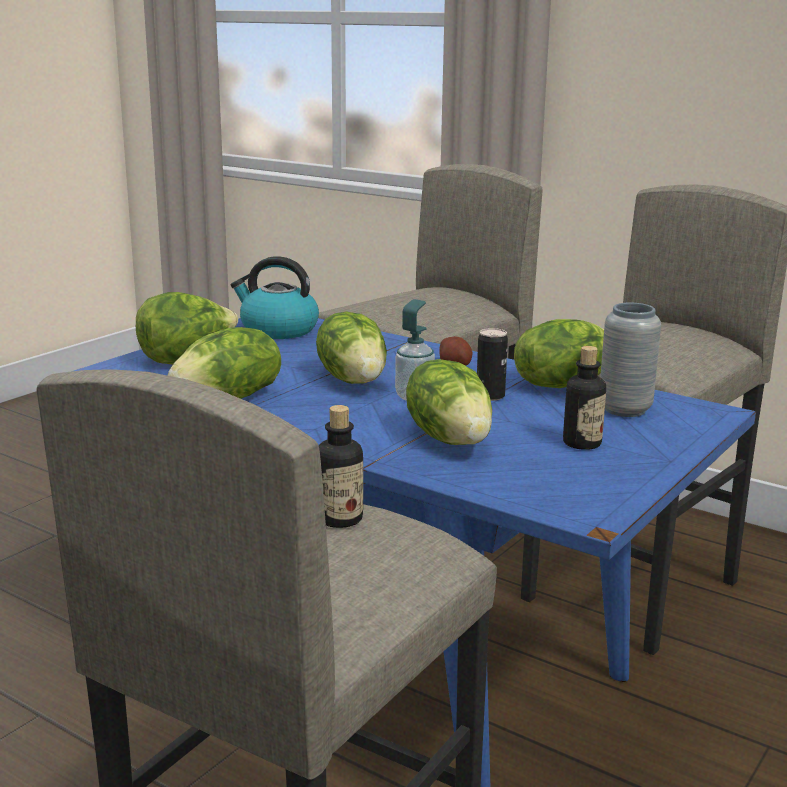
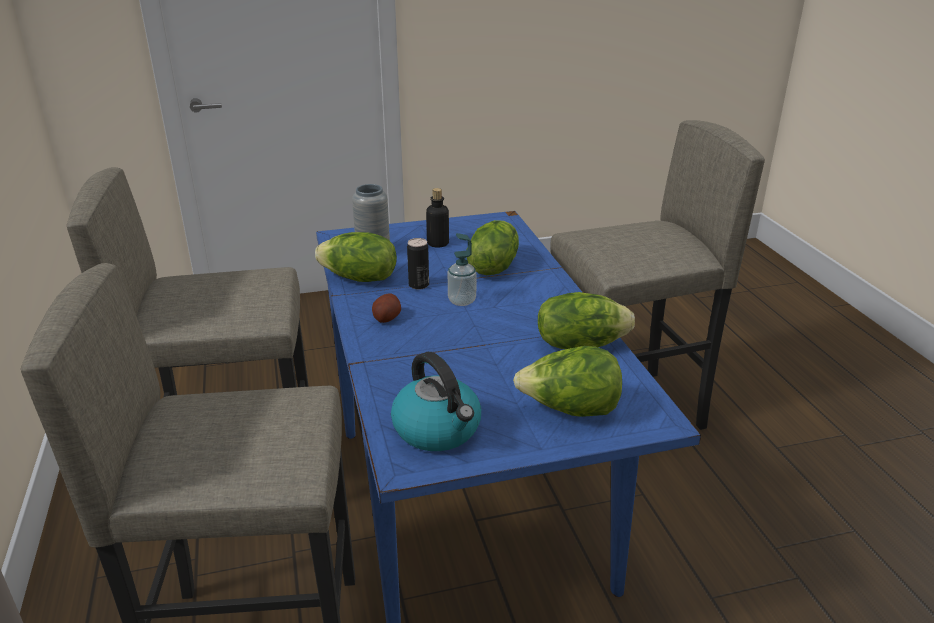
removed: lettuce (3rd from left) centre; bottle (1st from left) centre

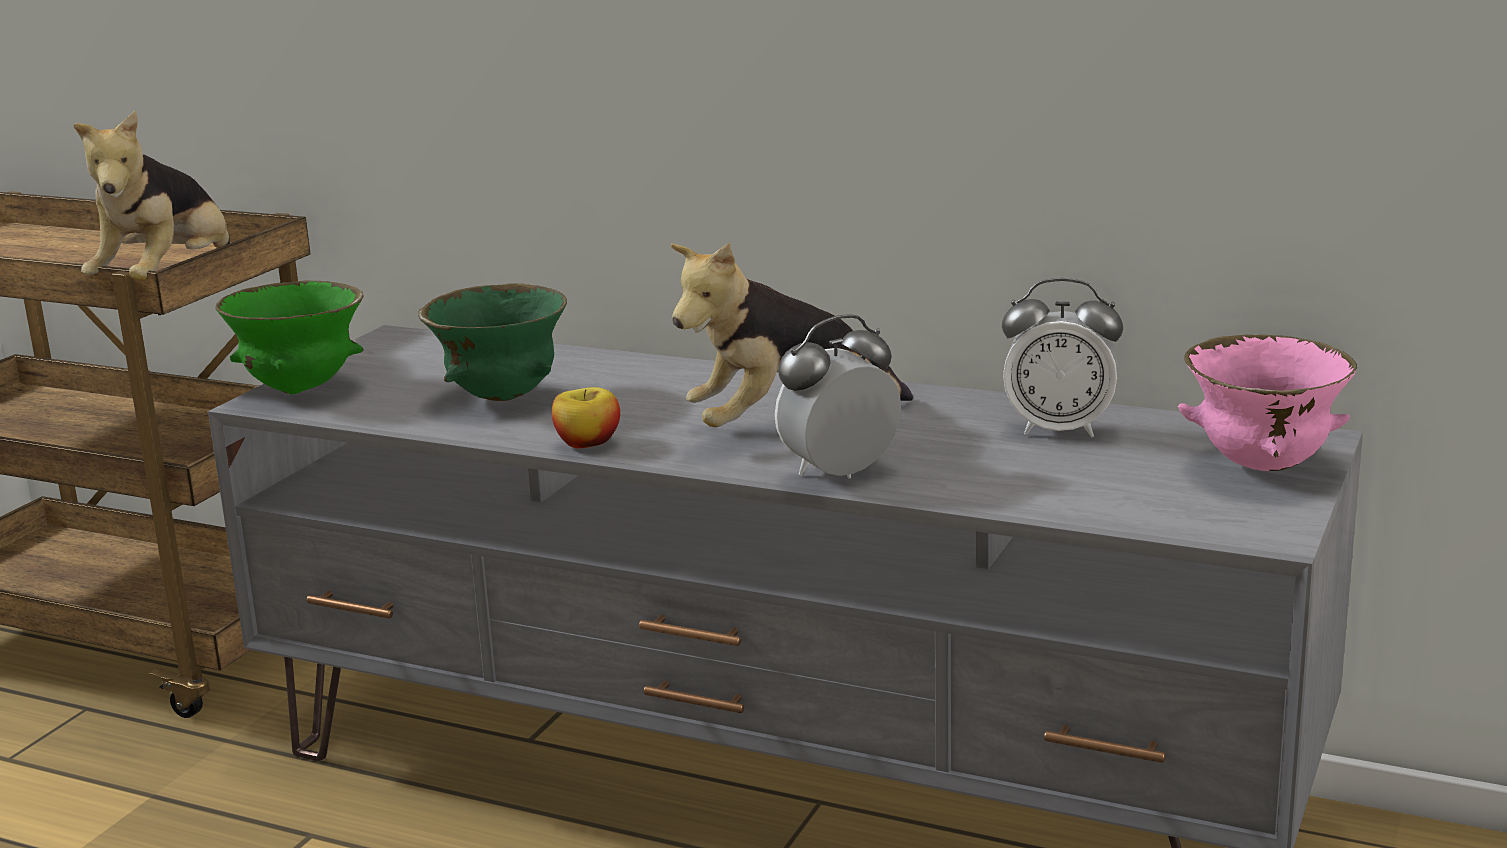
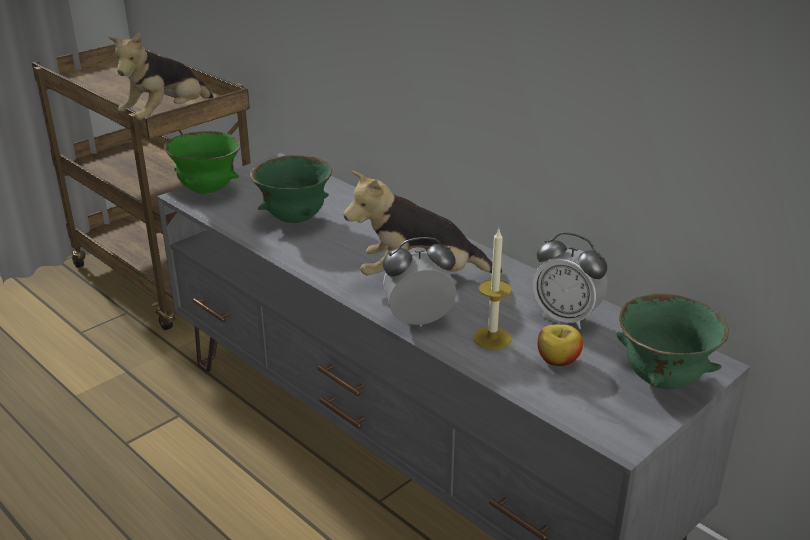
added: candle centre
moved: apple centre to middle right
recoloured: pink bowl middle right to green bowl (3rd from left) middle right

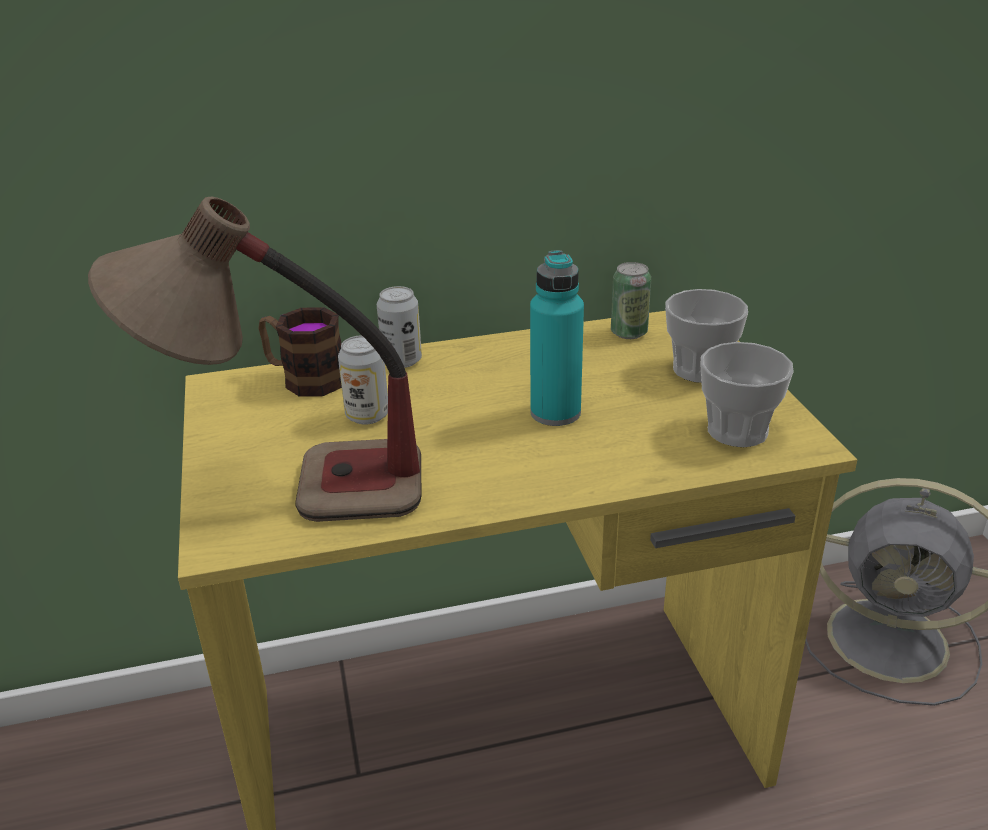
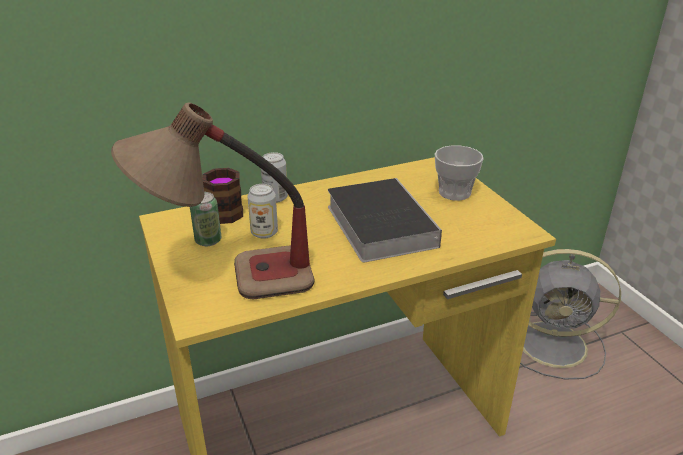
removed: cup (2nd from left) middle right
moved: can (3rd from left in the first image) centre to can (1st from left) middle left
replaced: turquoise bottle centre to book centre

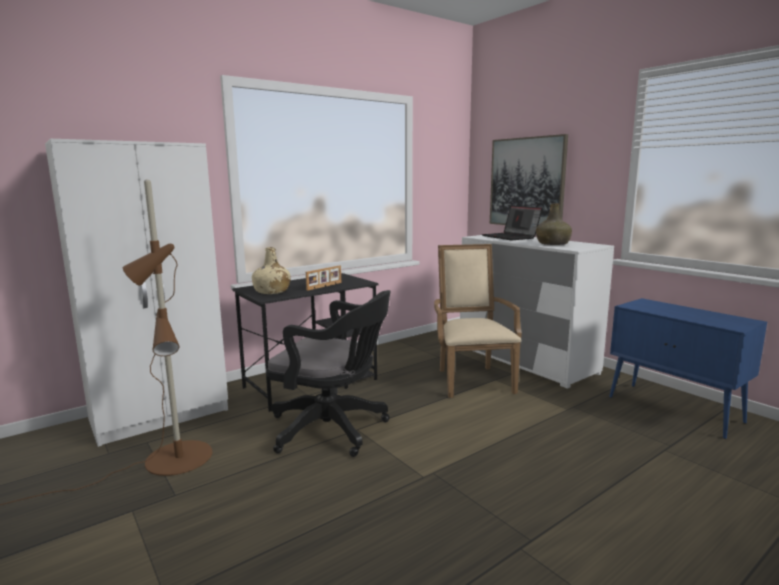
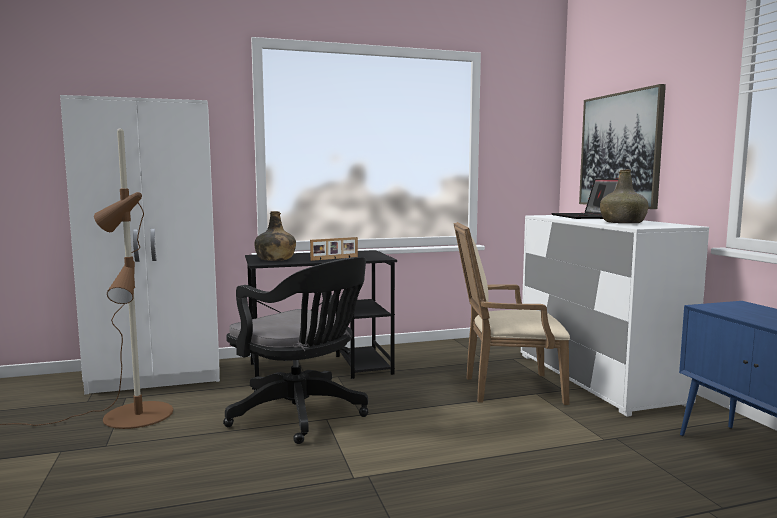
recoloured: beige bottle centre to green bottle (1st from left) centre
turned: beige armchair centre = centre 105 degrees counterclockwise

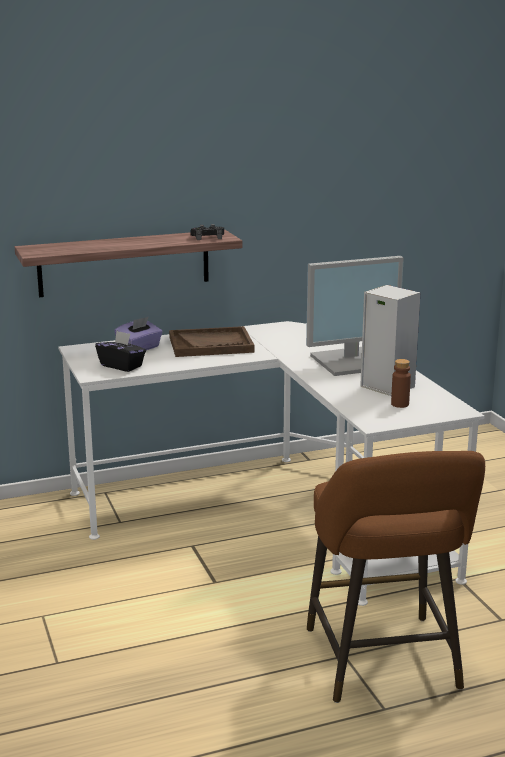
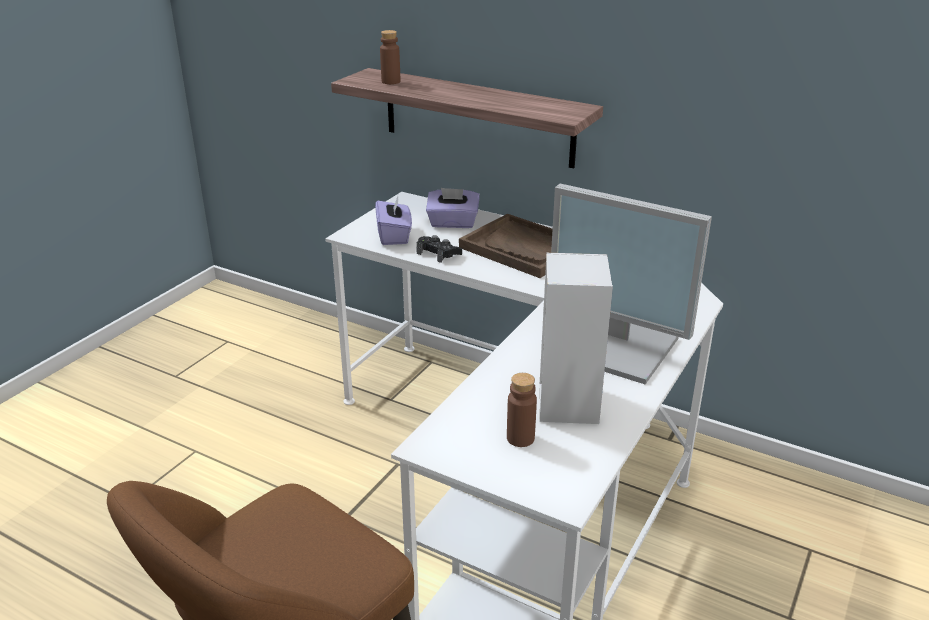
added: brown bottle (1st from left) top centre
moved: black game controller top centre to centre
recoloured: black tissue box middle left to purple tissue box (1st from left) centre

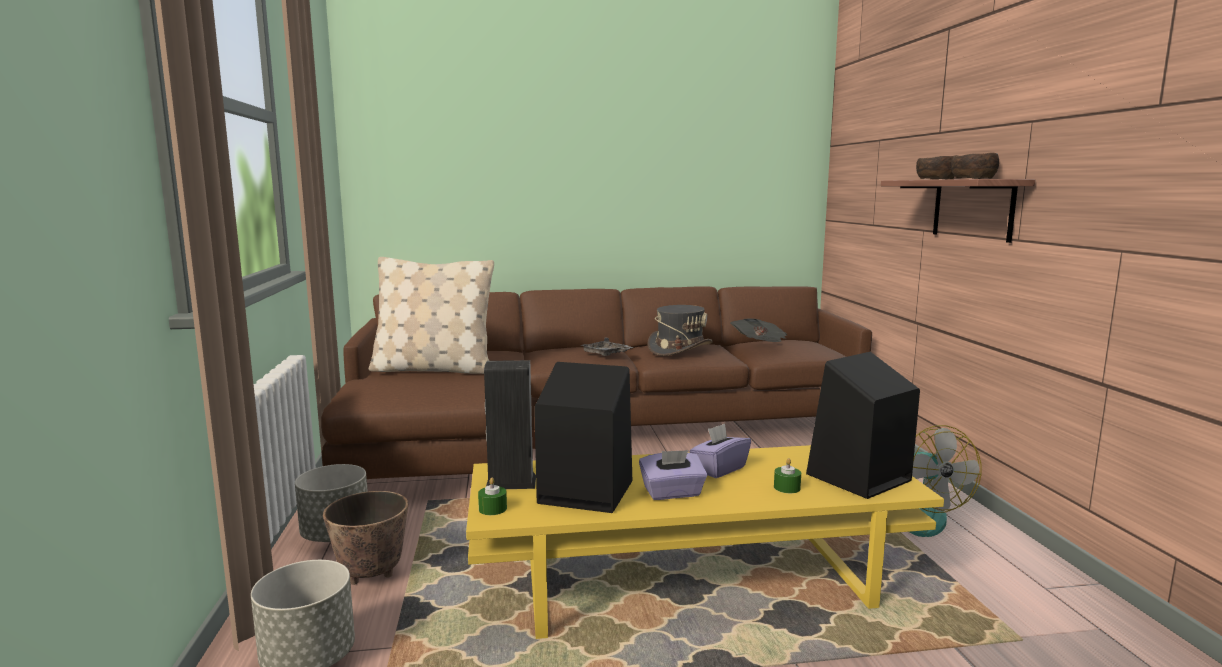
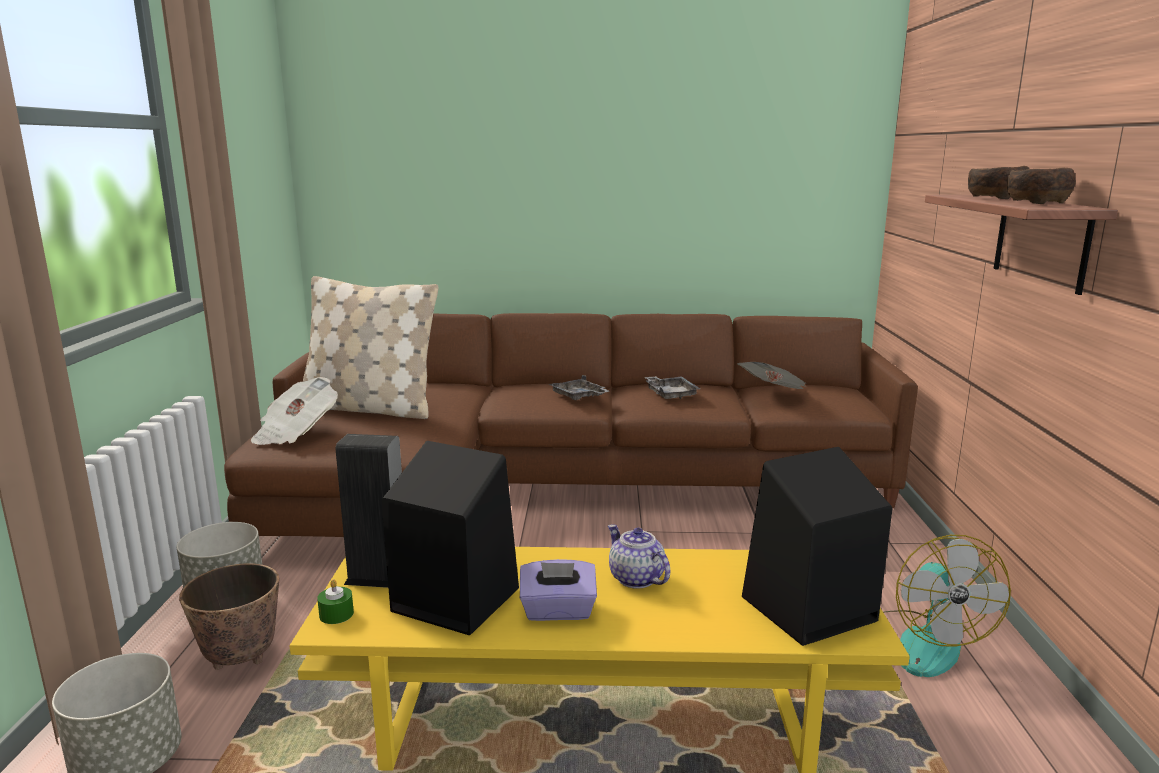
removed: green candle (2nd from left) bottom centre
added: newspaper (1st from left) middle left
replaced: grey hat centre to grey tray (2nd from left) centre; purple tissue box (2nd from left) bottom centre to teapot bottom centre

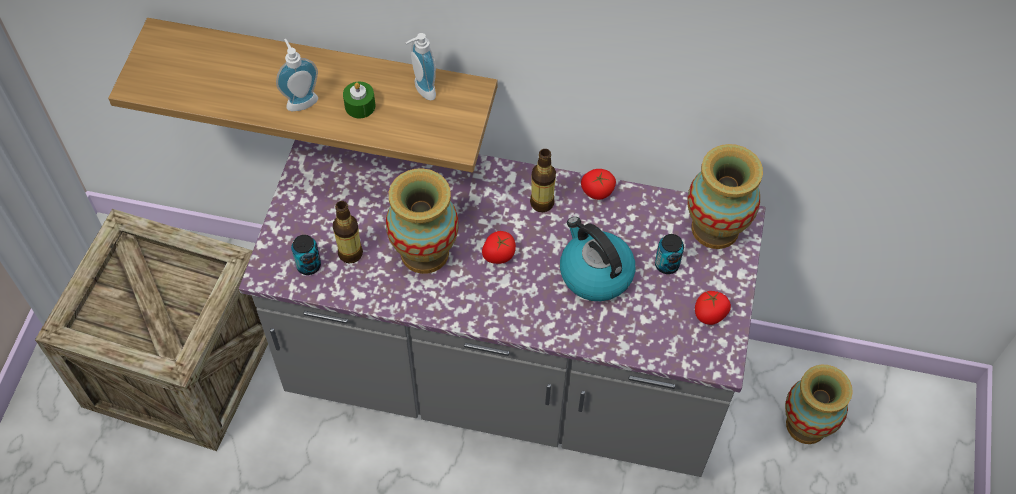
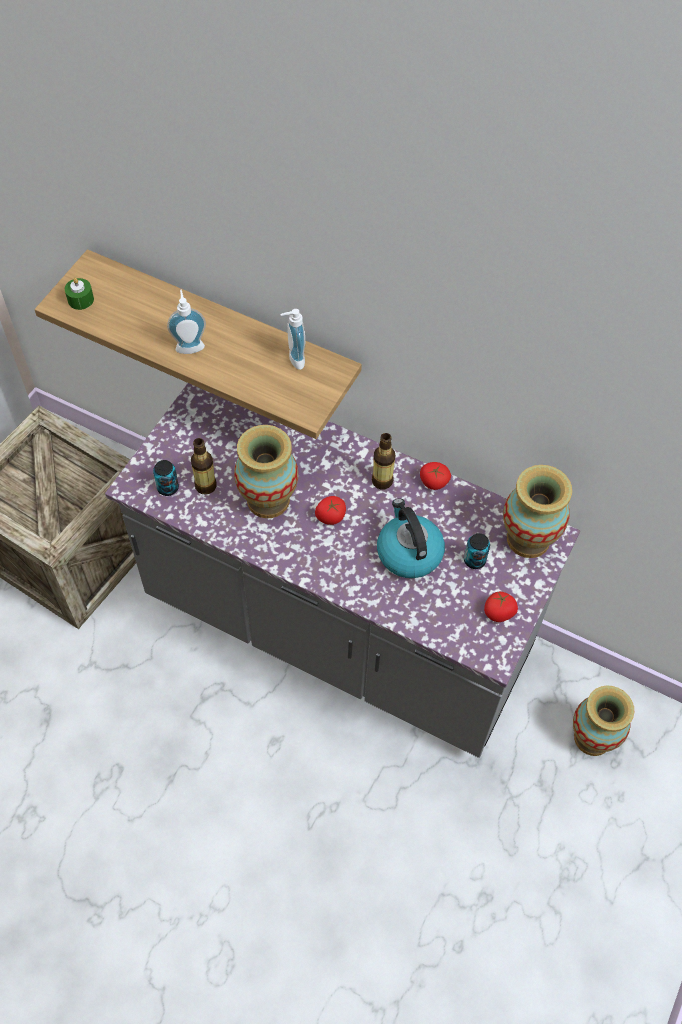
moved: green candle top centre to top left

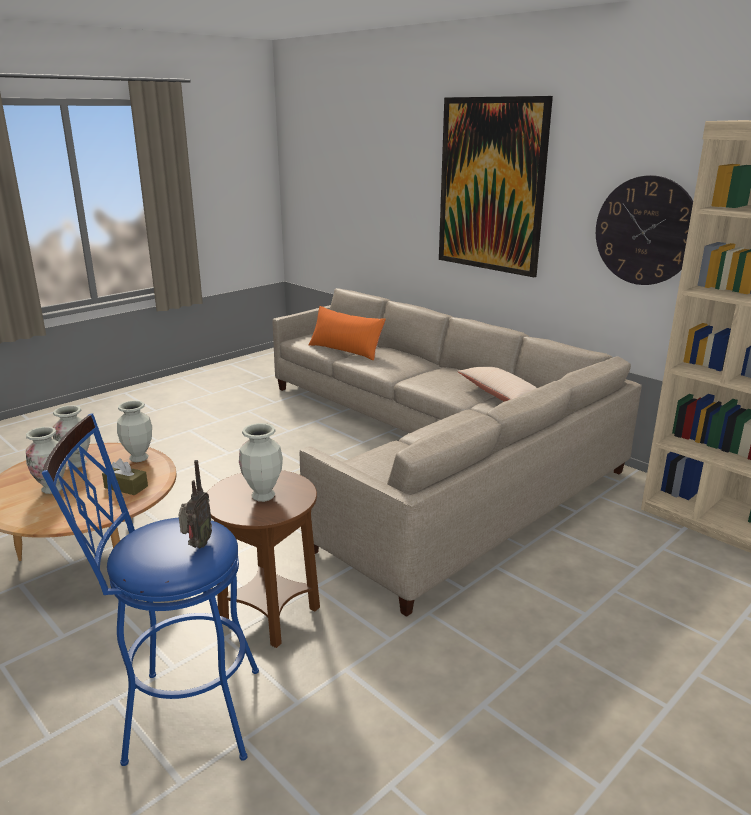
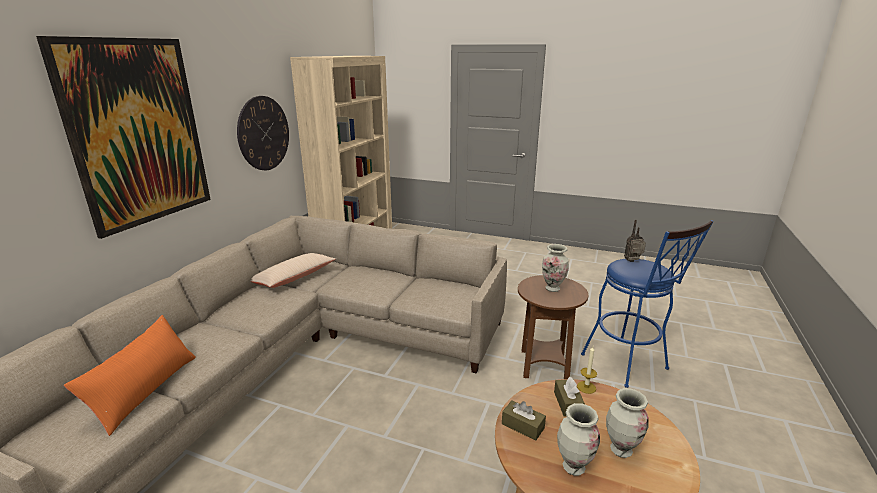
added: candle bottom right
replaced: vase (3rd from left) middle left to brown tissue box (1st from left) bottom centre

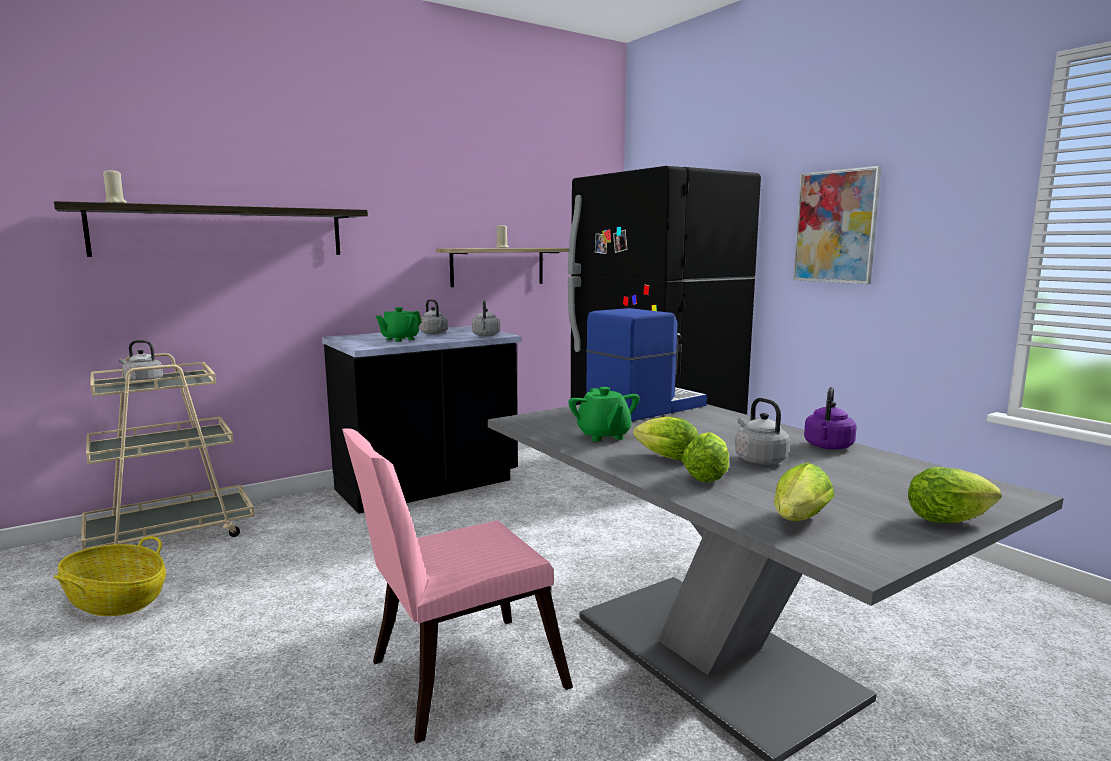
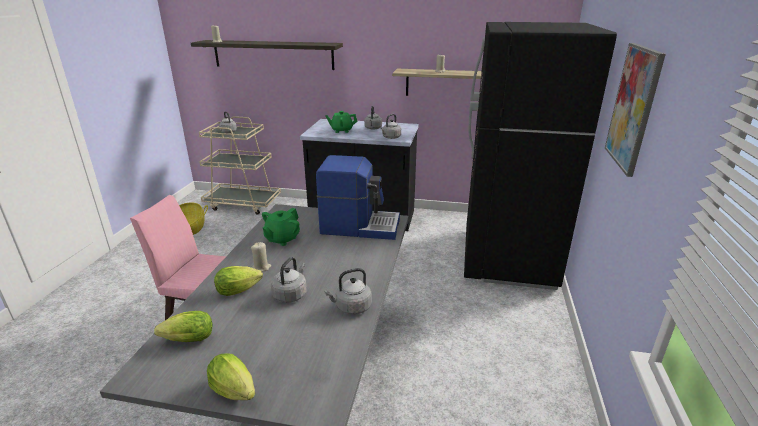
replaced: lettuce (1st from left) centre to beige candle (2nd from left) centre
recoloured: purple kettle middle right to grey kettle (3rd from left) bottom centre

